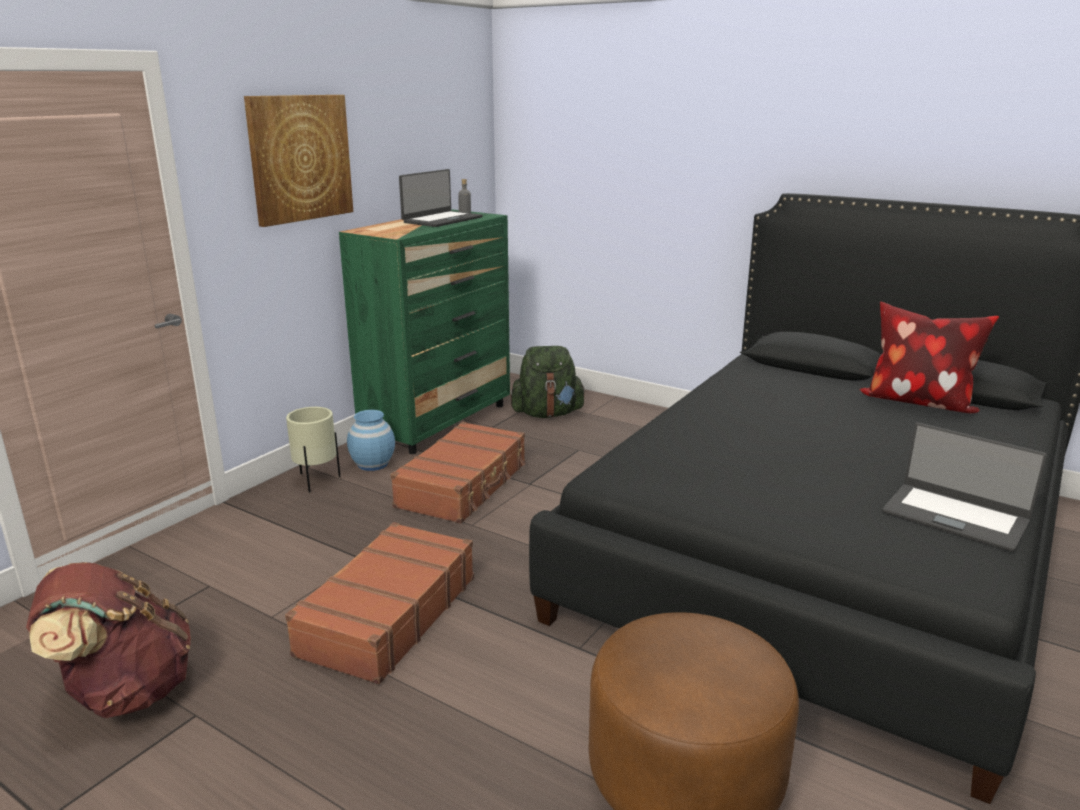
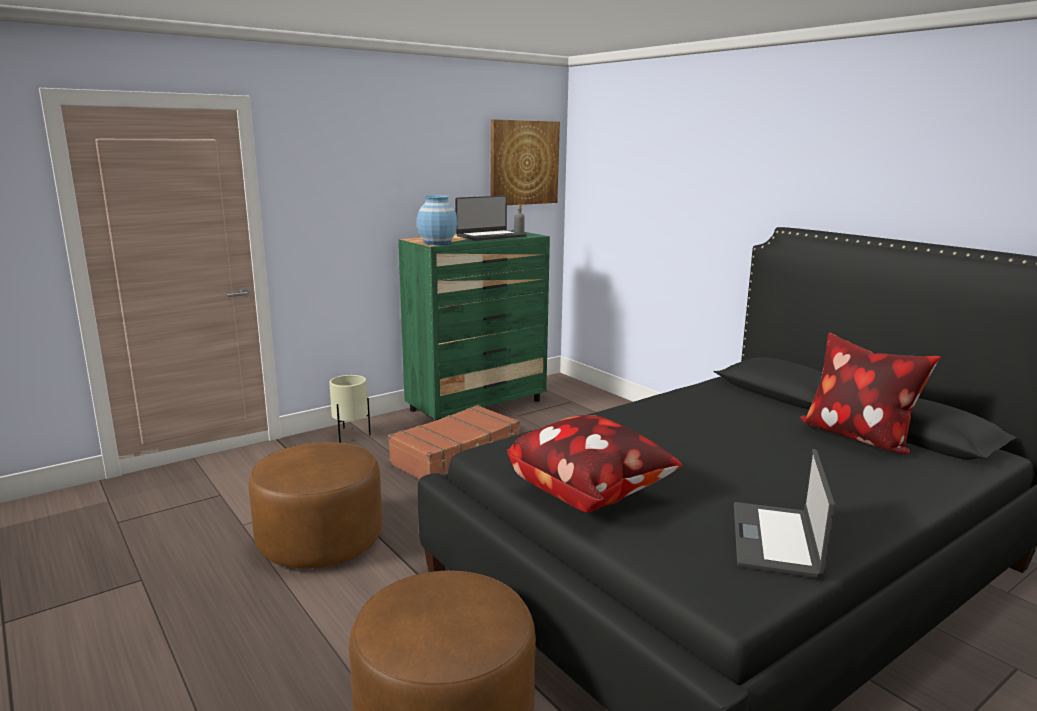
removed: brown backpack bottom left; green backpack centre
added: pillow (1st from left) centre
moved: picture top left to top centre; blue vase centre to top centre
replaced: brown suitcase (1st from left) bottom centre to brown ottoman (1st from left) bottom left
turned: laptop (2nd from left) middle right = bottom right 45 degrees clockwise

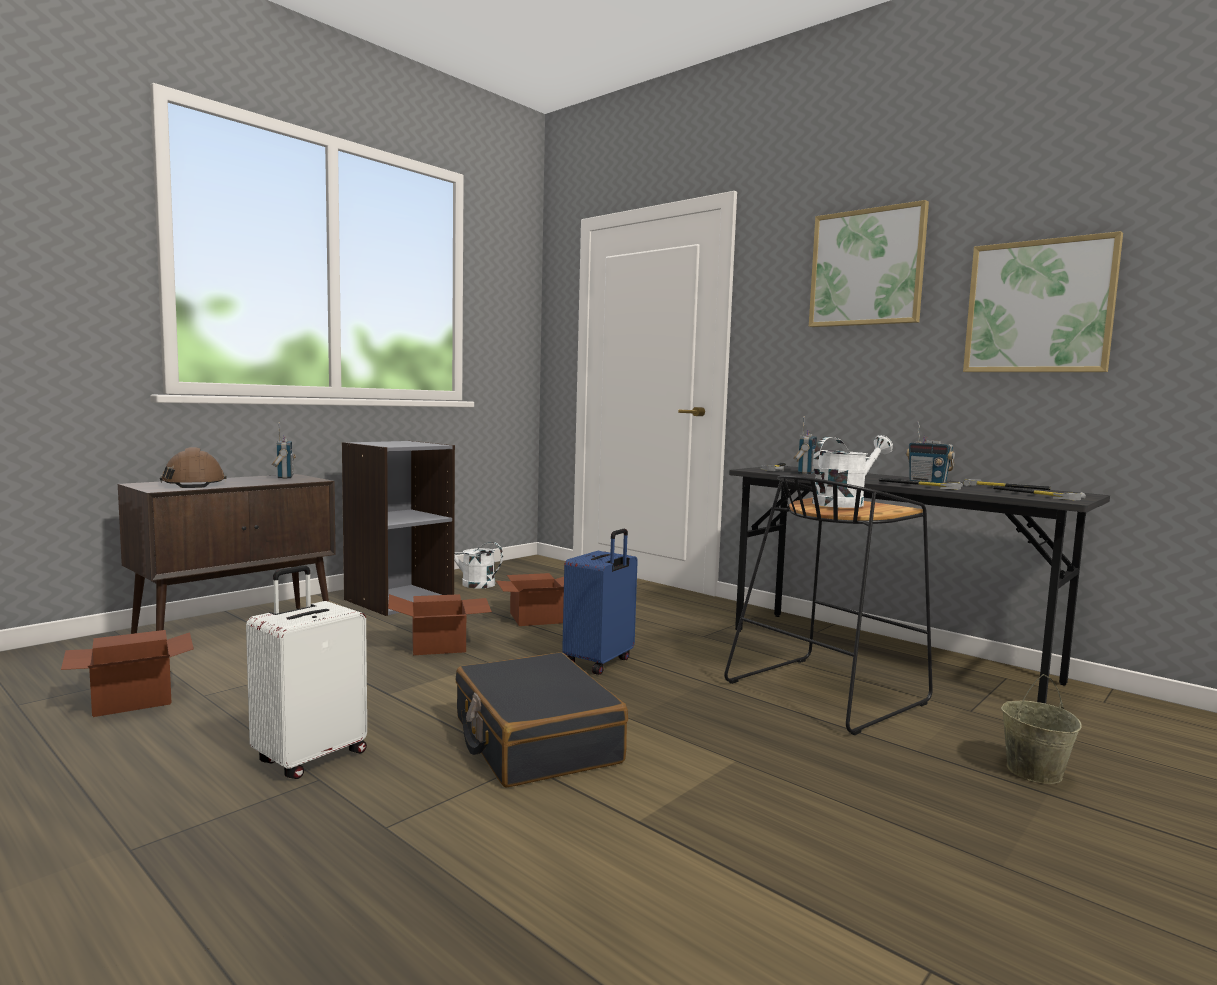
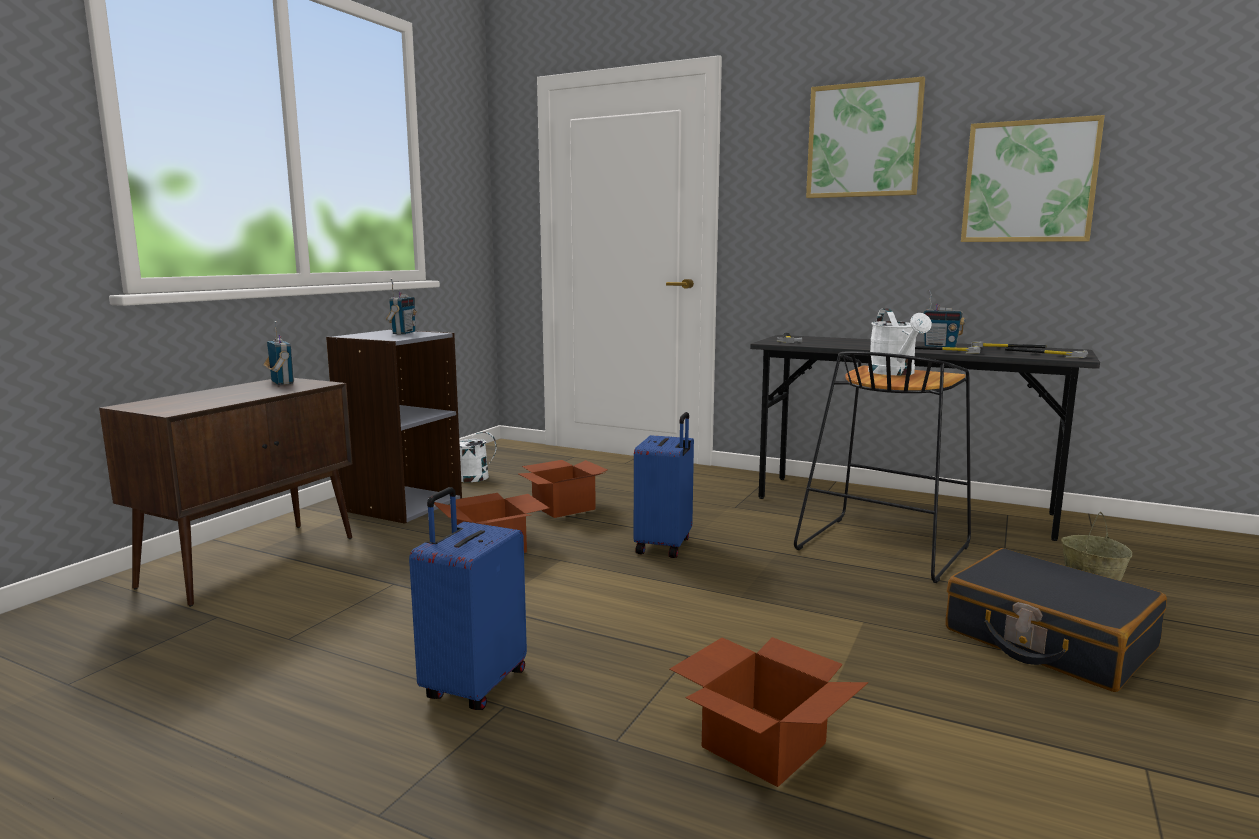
removed: brown hard hat middle left
moved: cardboard box (1st from left in the first image) bottom left to cardboard box (3rd from left) bottom centre; black suitcase bottom centre to bottom right; radio (2nd from left) centre to middle left
recoloured: white suitcase bottom left to blue suitcase (1st from left) bottom centre
turned: white watering can (2nd from left) middle right = middle right 135 degrees clockwise

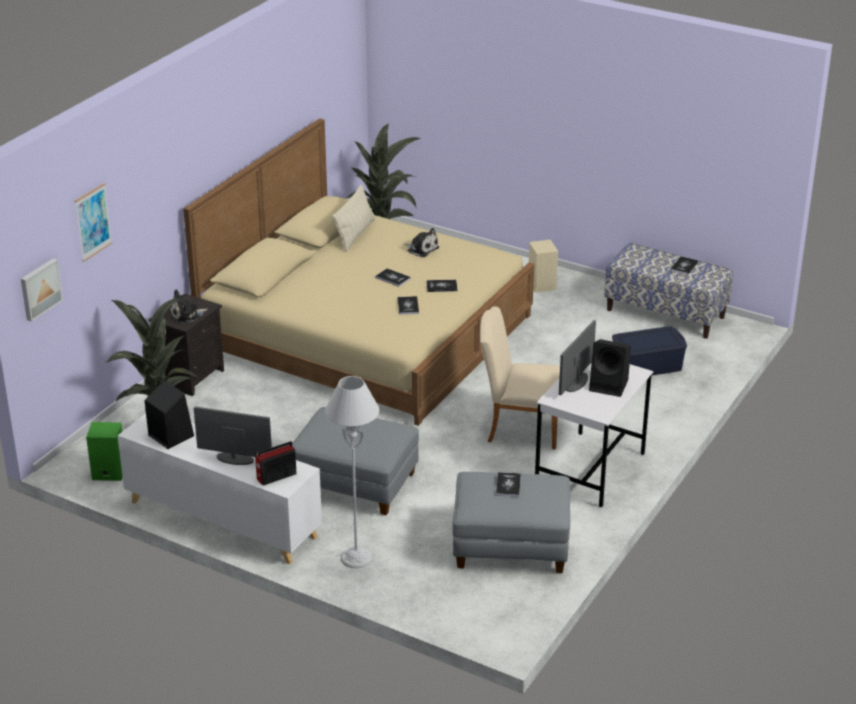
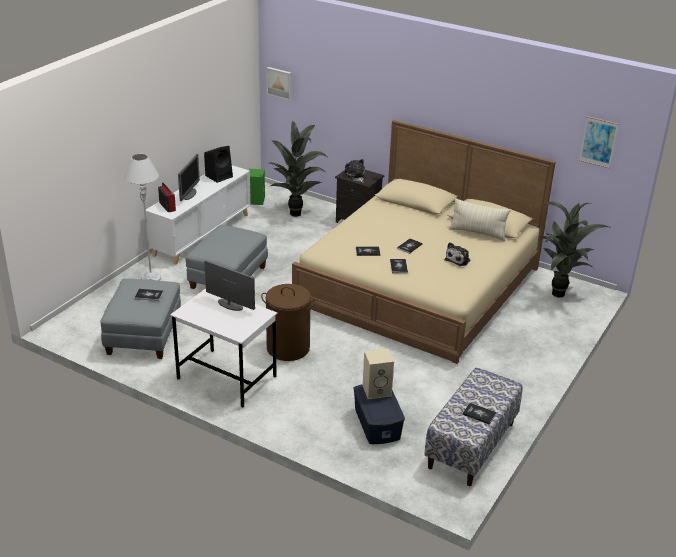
removed: black speaker (2nd from left) middle right
moved: picture (2nd from left) top left to top right; beige speaker centre to bottom centre
replaced: beige chair centre to brown laundry basket centre

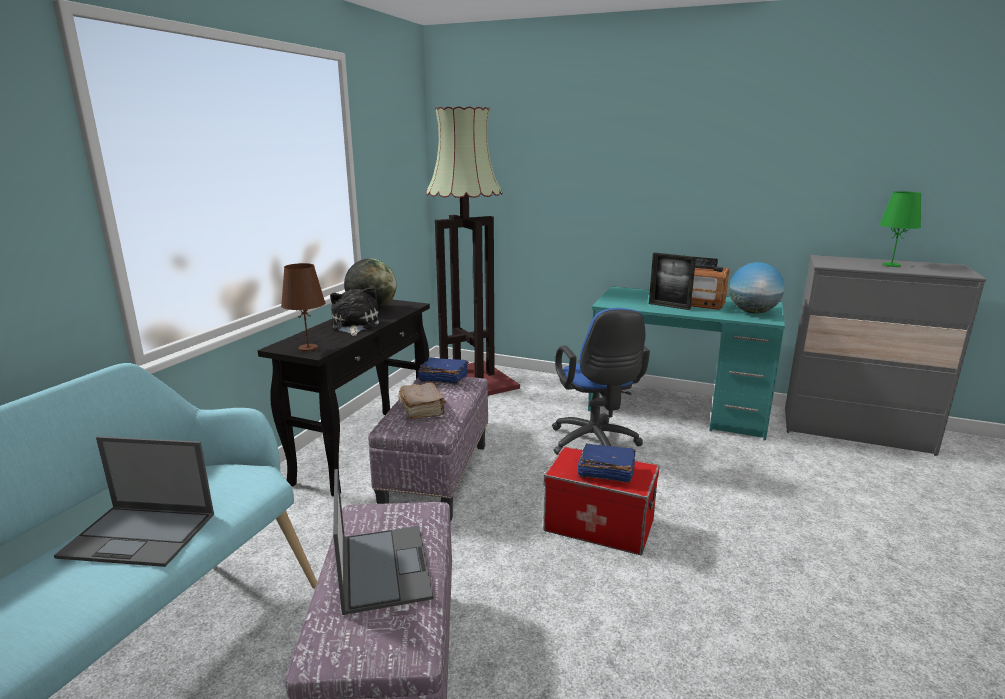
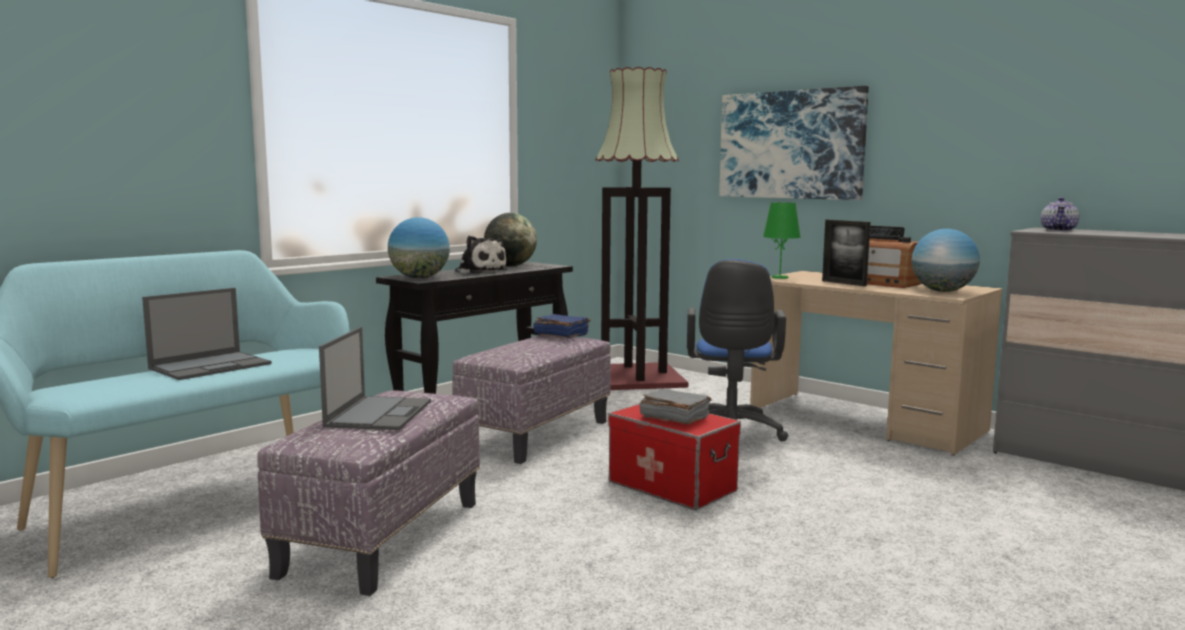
removed: brown book centre
added: picture top right; teapot middle right
moved: green table lamp top right to centre
replaced: brown table lamp middle left to globe (1st from left) centre
recoloured: blue book (2nd from left) centre to grey book centre; turquoise desk middle right to beige desk middle right
turned: laptop (1st from left) bottom left = middle left 75 degrees counterclockwise; plush toy centre = centre 120 degrees clockwise

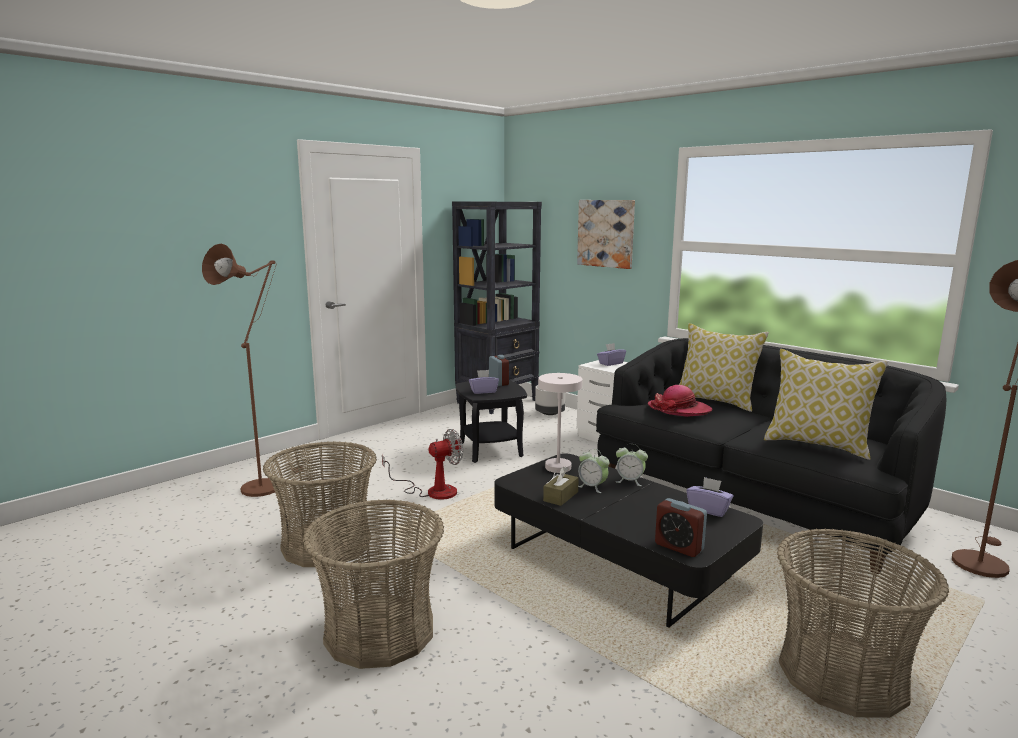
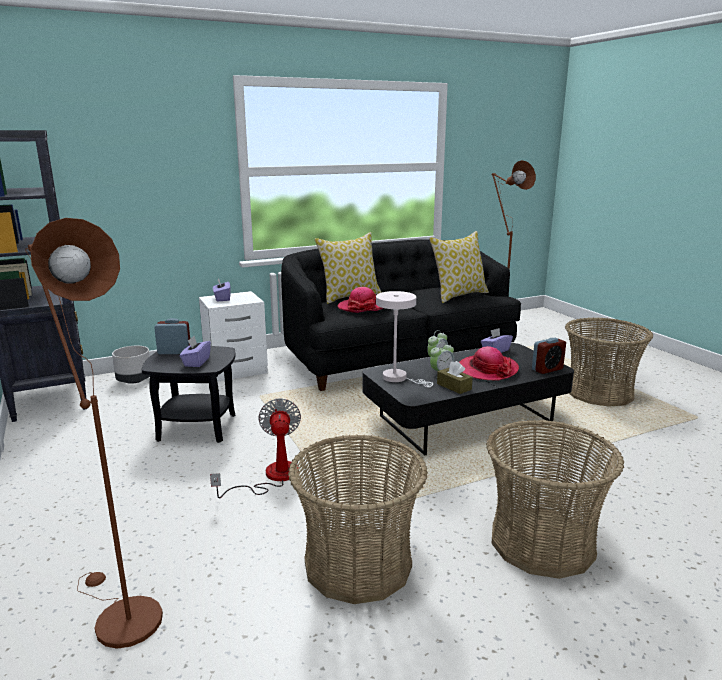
removed: picture top centre
added: hat (2nd from left) middle right

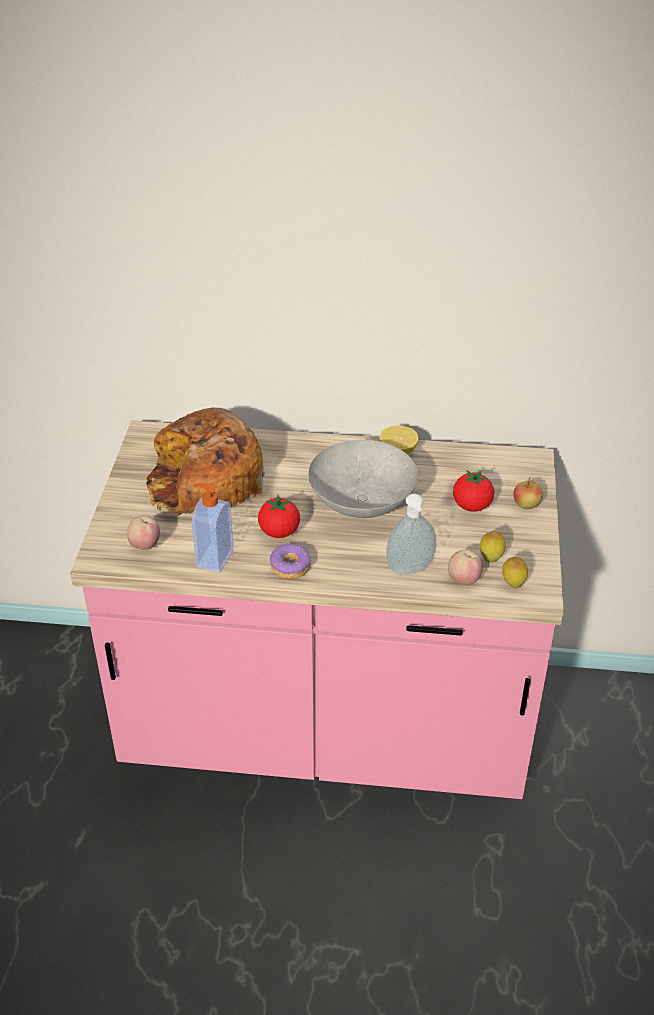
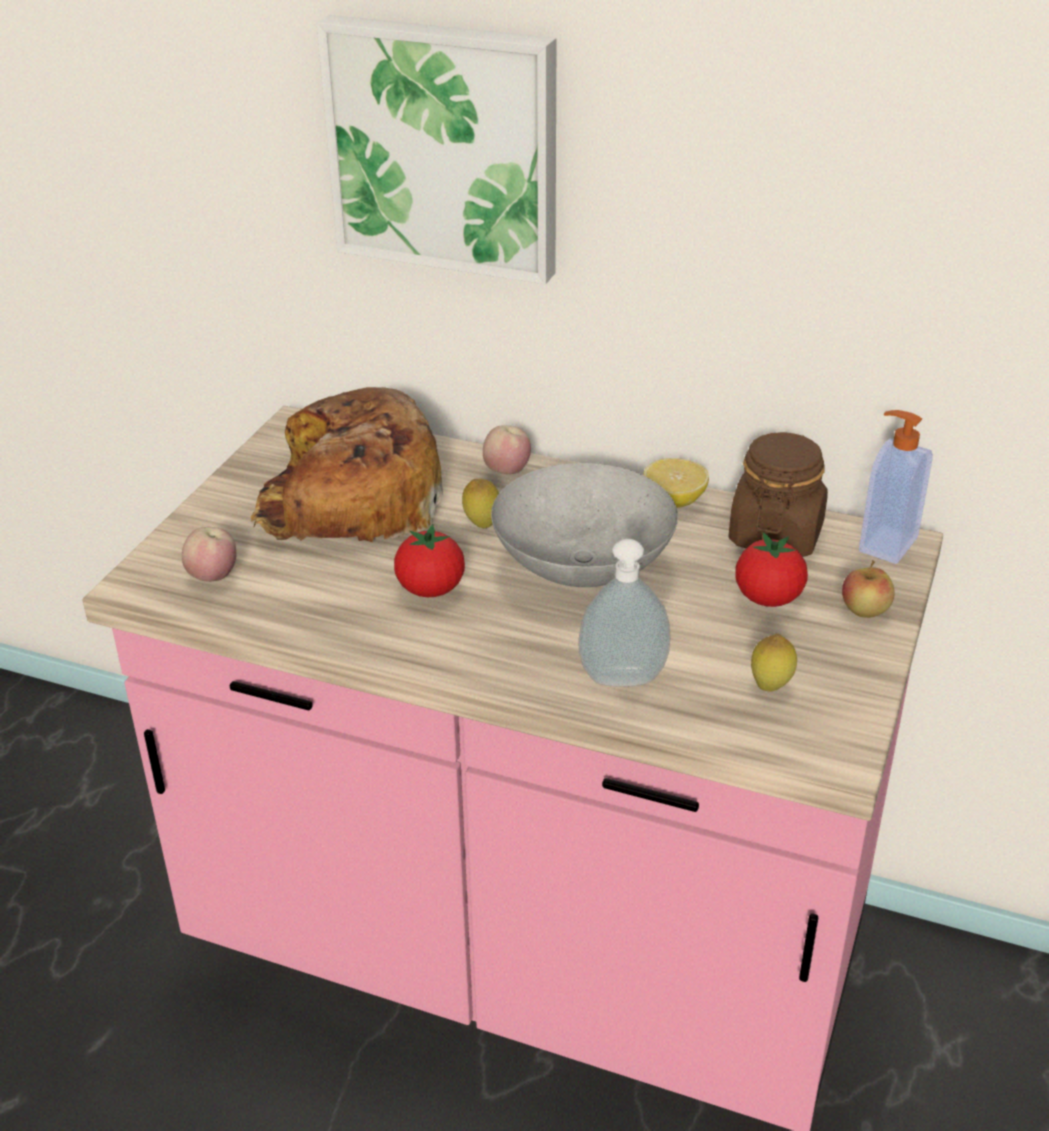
removed: donut centre
added: picture top centre; brown jar middle right
moved: soap dispenser (1st from left in the first image) middle left to soap dispenser (2nd from left) middle right; apple (2nd from left) middle right to centre; lemon (3rd from left in the first image) middle right to lemon (1st from left) centre

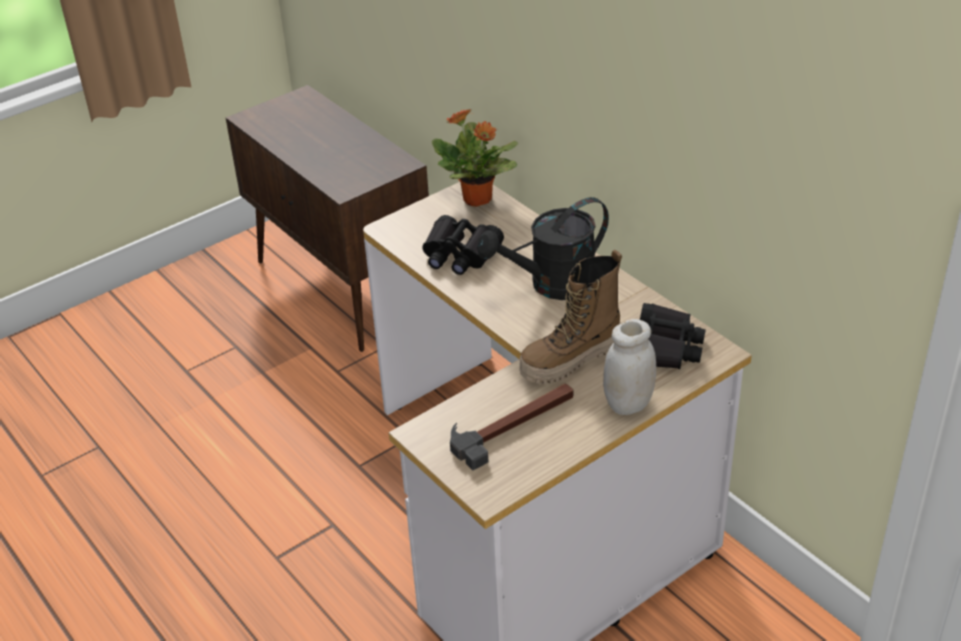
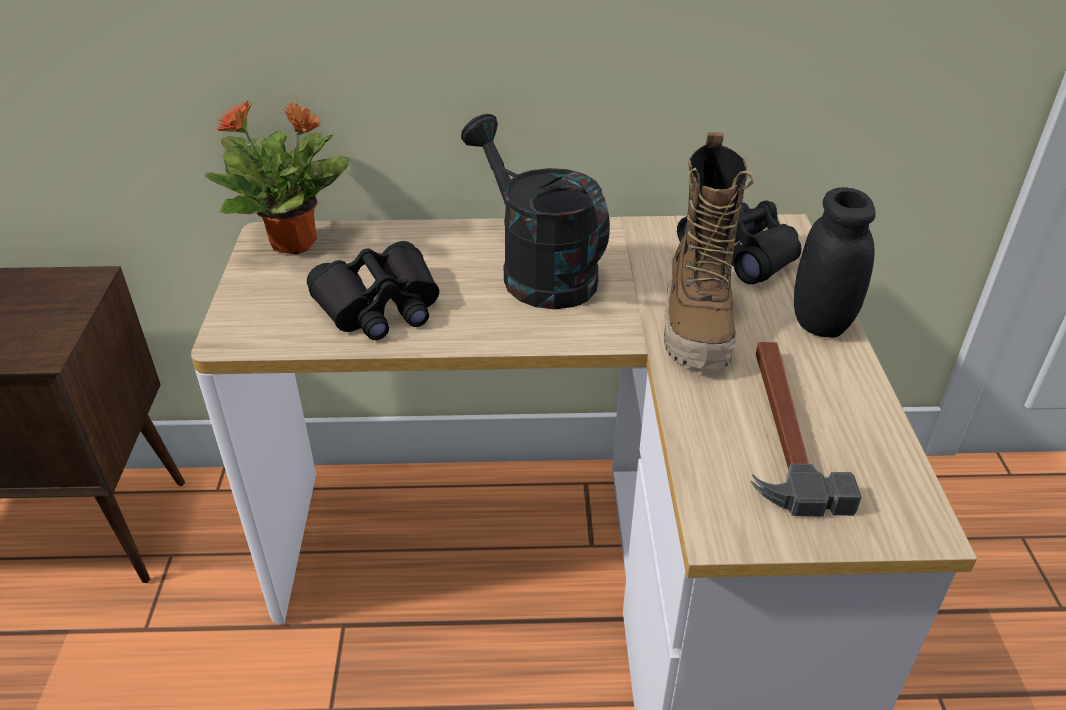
recoloured: white jar centre to black jar middle right
turned: black watering can centre = top centre 135 degrees clockwise

